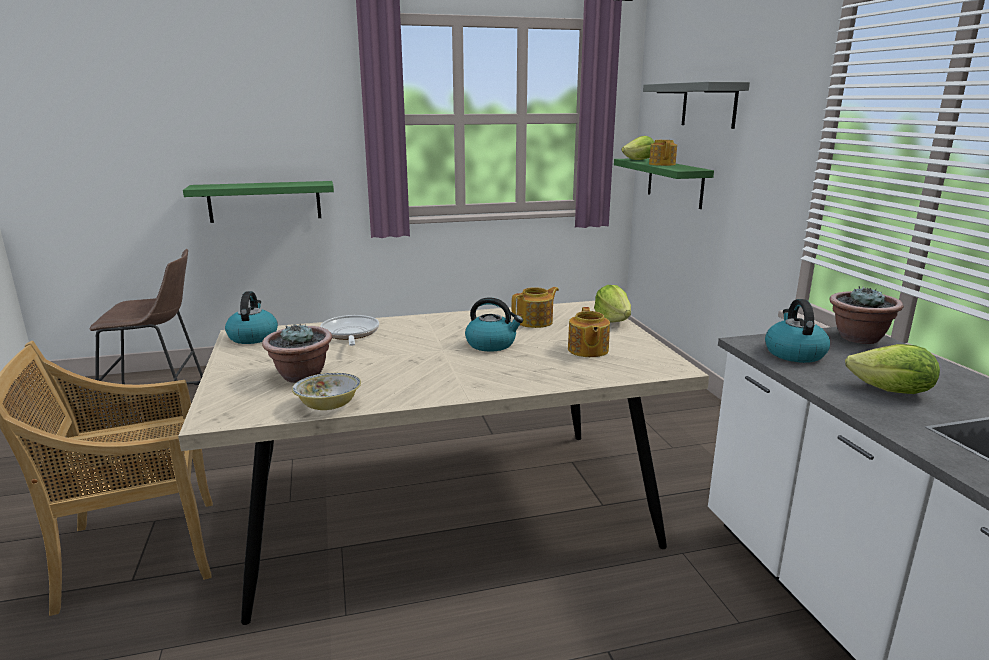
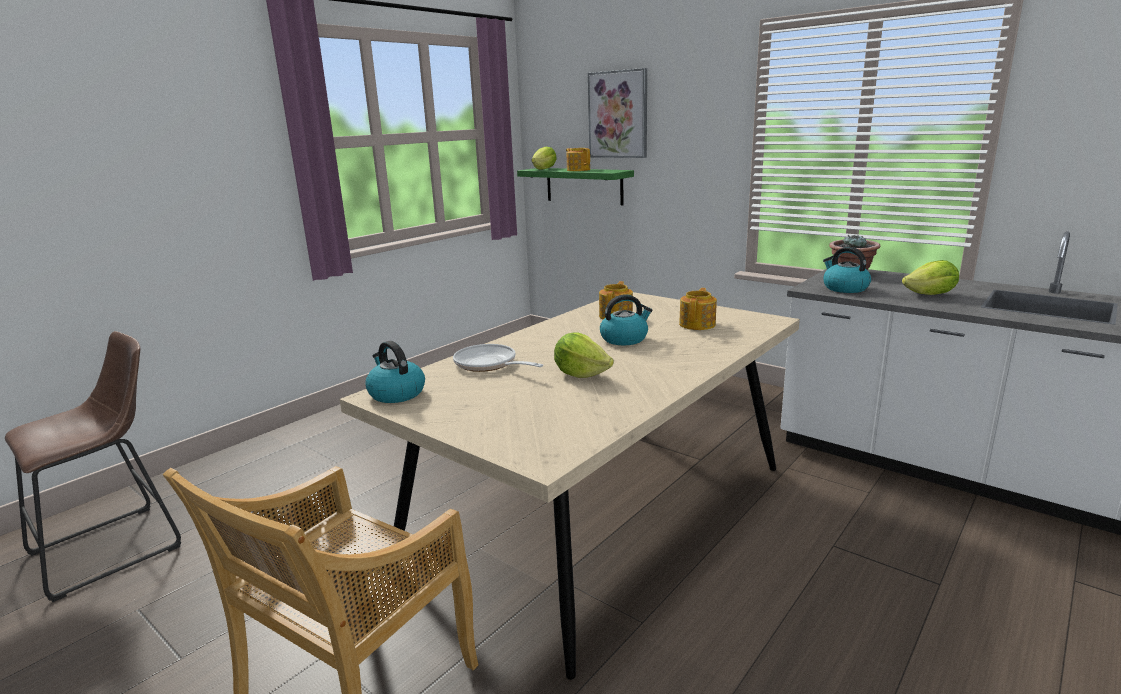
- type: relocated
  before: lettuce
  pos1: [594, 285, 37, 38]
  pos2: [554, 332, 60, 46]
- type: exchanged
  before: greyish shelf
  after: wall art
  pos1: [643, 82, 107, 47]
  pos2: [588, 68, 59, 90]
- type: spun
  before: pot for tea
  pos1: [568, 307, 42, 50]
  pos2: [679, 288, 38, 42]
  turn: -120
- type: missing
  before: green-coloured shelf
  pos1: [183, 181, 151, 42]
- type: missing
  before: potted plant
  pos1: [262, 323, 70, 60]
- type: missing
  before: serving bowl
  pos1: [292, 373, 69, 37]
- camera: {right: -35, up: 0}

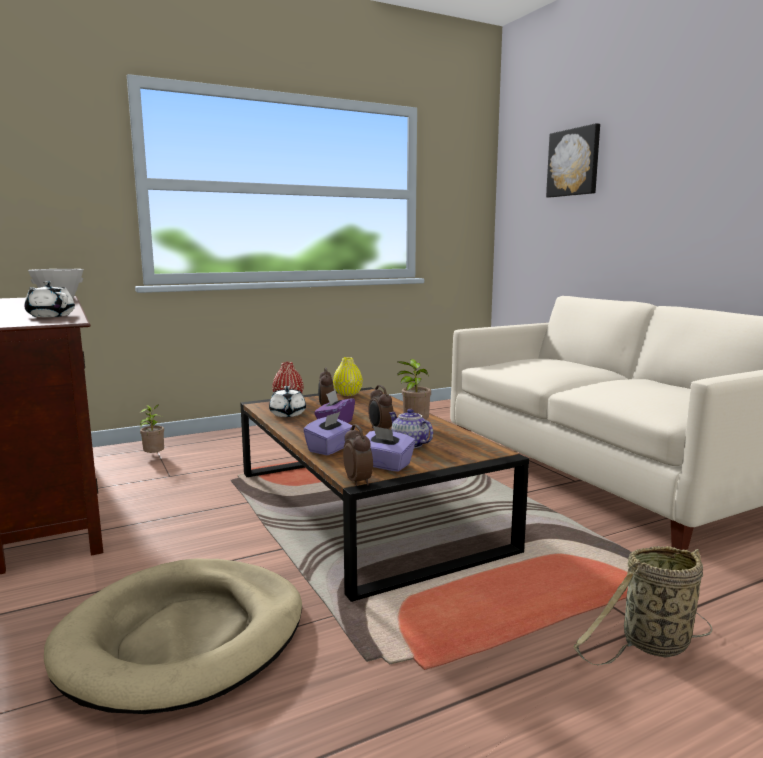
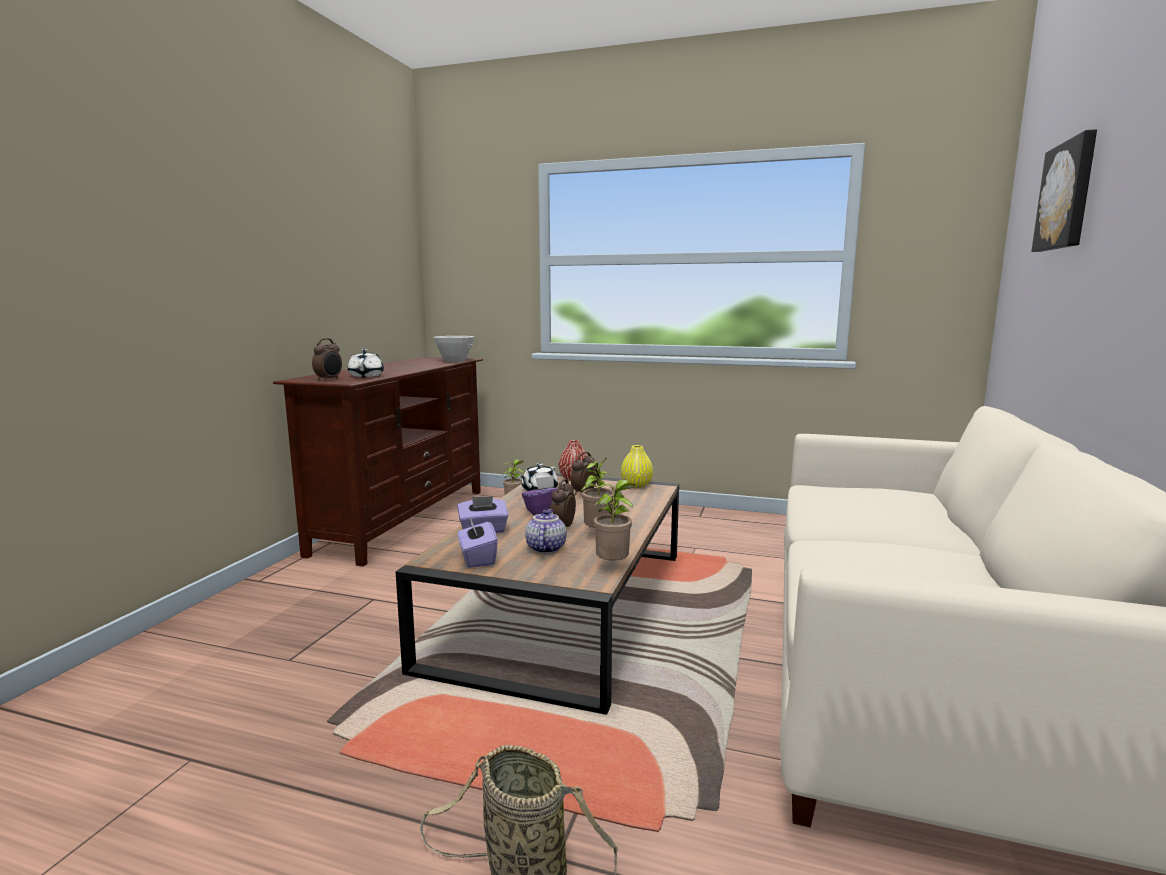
- type: relocated
  before: bedside clock
  pos1: [343, 424, 30, 62]
  pos2: [312, 338, 30, 43]
- type: appeared
  after: potted plant
  pos2: [594, 479, 41, 82]
- type: missing
  before: sand-coloured dog cushion
  pos1: [44, 559, 258, 155]
- camera: {right: 45, up: 0}

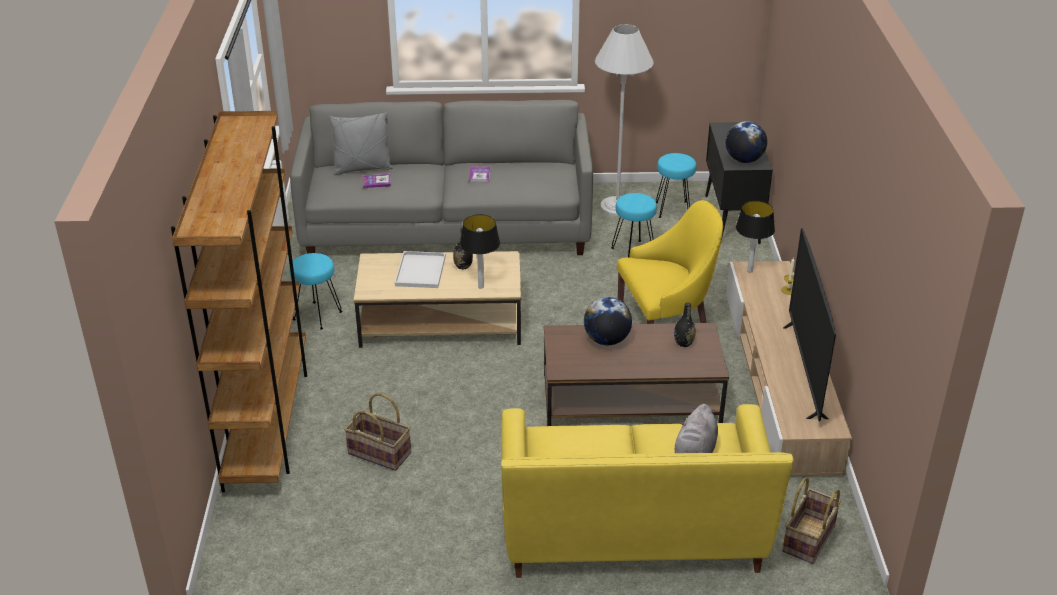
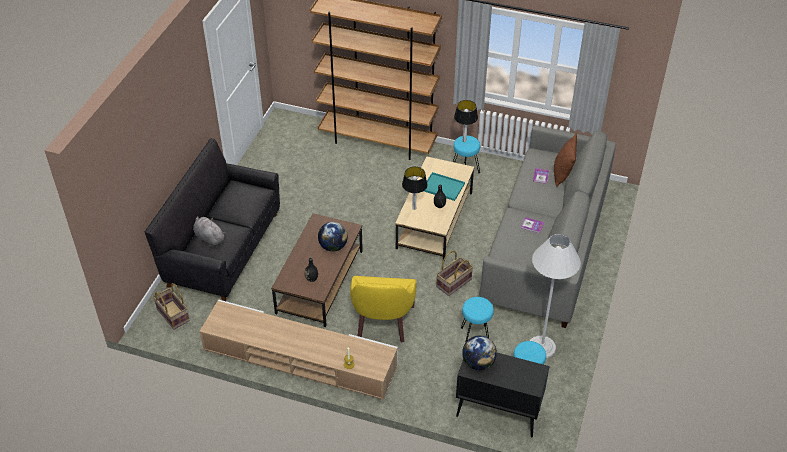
- type: colour
  before: yellow settee
  after: blackish settee
  pos1: [501, 404, 293, 174]
  pos2: [145, 138, 135, 163]
- type: colour
  before: white-coloured carrying tray
  after: blue-green carrying tray
  pos1: [395, 251, 51, 37]
  pos2: [424, 172, 41, 29]
- type: relocated
  before: basket
  pos1: [344, 393, 67, 78]
  pos2: [436, 251, 37, 45]
- type: relocated
  before: lamp for a table
  pos1: [736, 201, 39, 72]
  pos2: [454, 100, 24, 42]
- type: colour
  before: greyish cushion
  after: brownish cushion
  pos1: [329, 112, 64, 63]
  pos2: [554, 133, 23, 54]
- type: missing
  before: TV
  pos1: [783, 228, 53, 194]
- camera: {right: 110, up: 10}

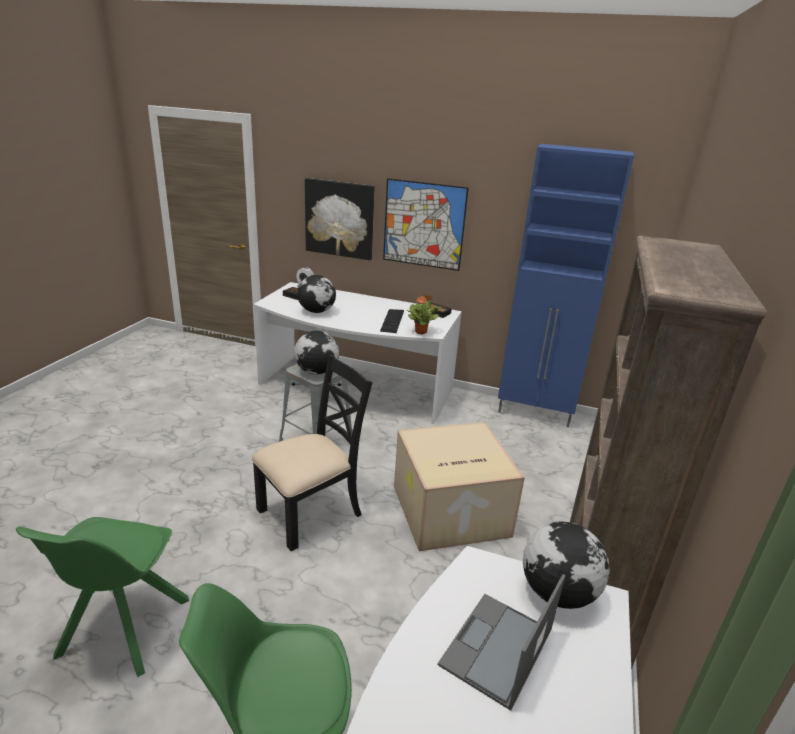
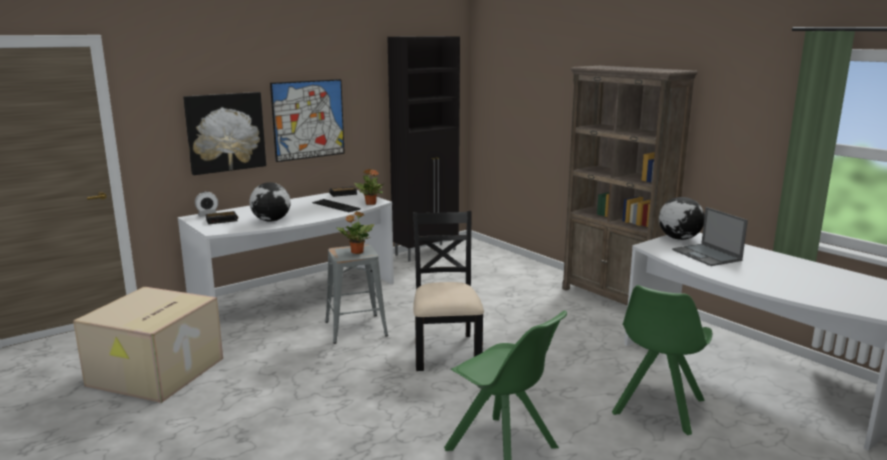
- type: relocated
  before: cardboard box
  pos1: [394, 422, 131, 129]
  pos2: [73, 287, 150, 116]
- type: exchanged
  before: desk globe
  after: potted plant
  pos1: [294, 331, 45, 43]
  pos2: [337, 211, 37, 43]
- type: colour
  before: bluish cabinet
  after: blackish cabinet
  pos1: [498, 144, 136, 283]
  pos2: [387, 36, 73, 226]
- camera: {right: -55, up: -10}

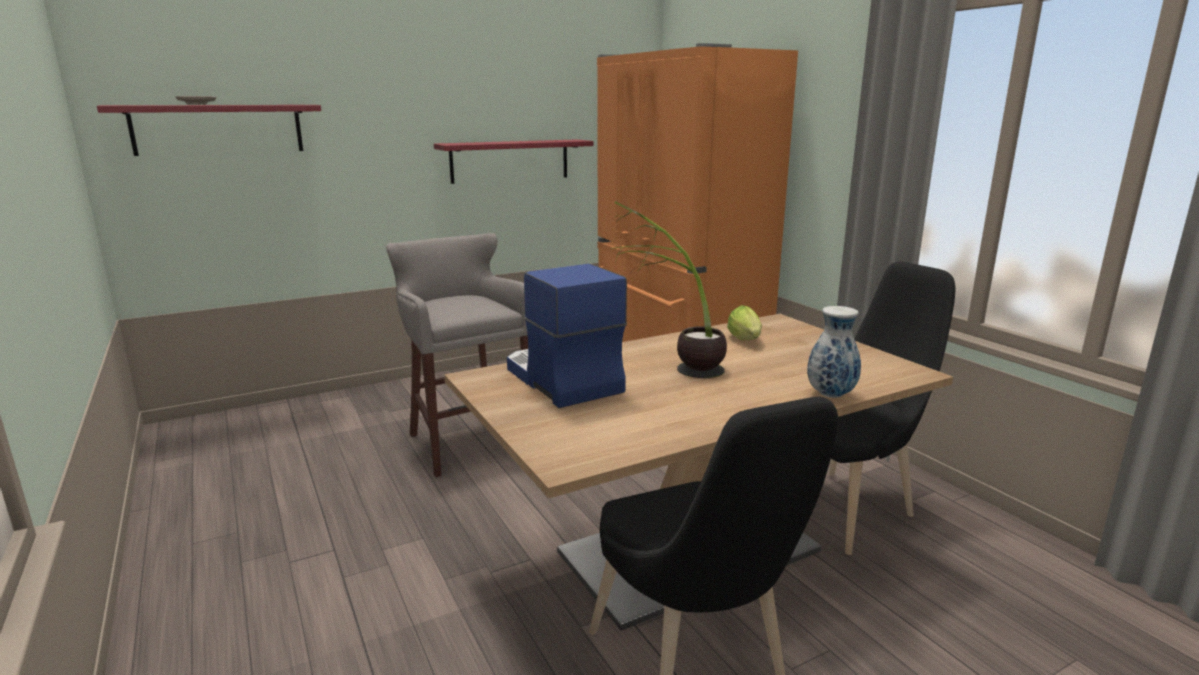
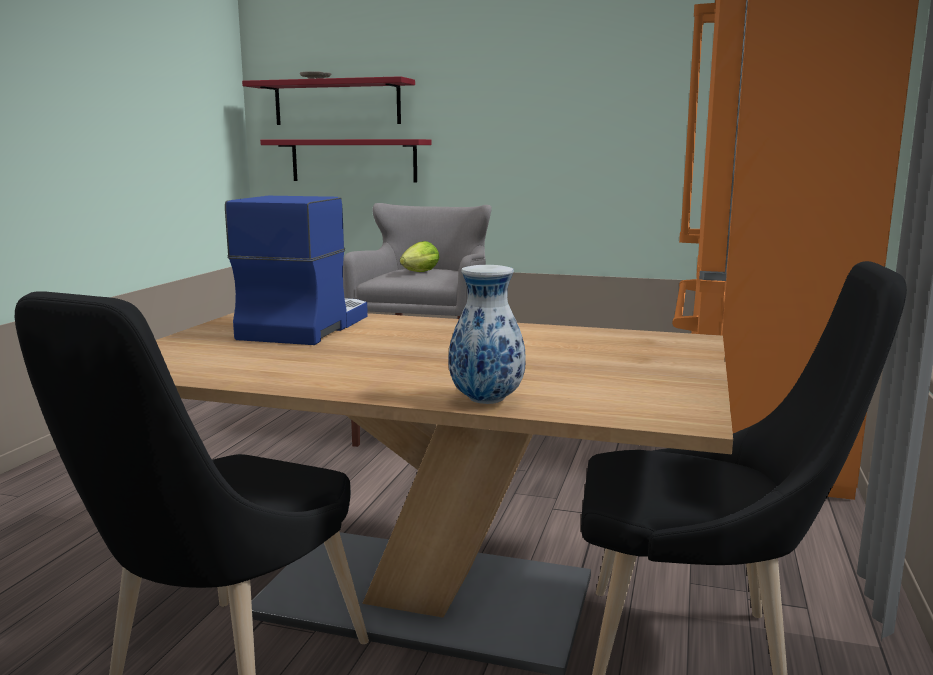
- type: relocated
  before: reddish shelf
  pos1: [434, 139, 160, 45]
  pos2: [260, 139, 172, 43]
- type: relocated
  before: lettuce
  pos1: [727, 305, 35, 35]
  pos2: [400, 241, 40, 31]
- type: missing
  before: potted plant
  pos1: [611, 201, 116, 177]
- camera: {right: 45, up: -5}

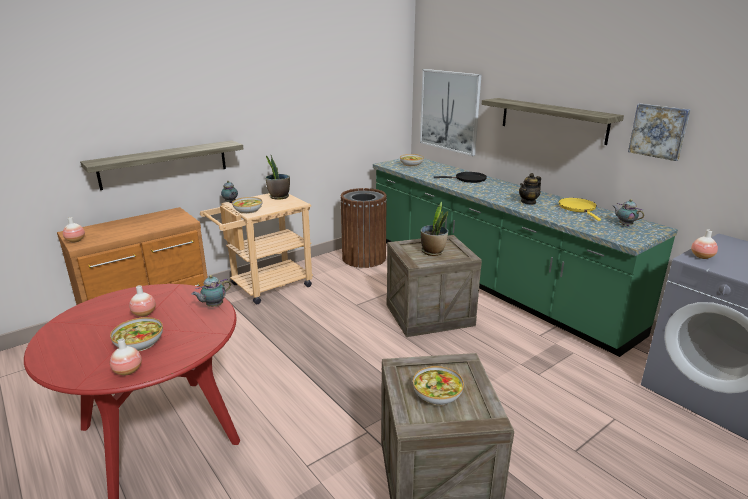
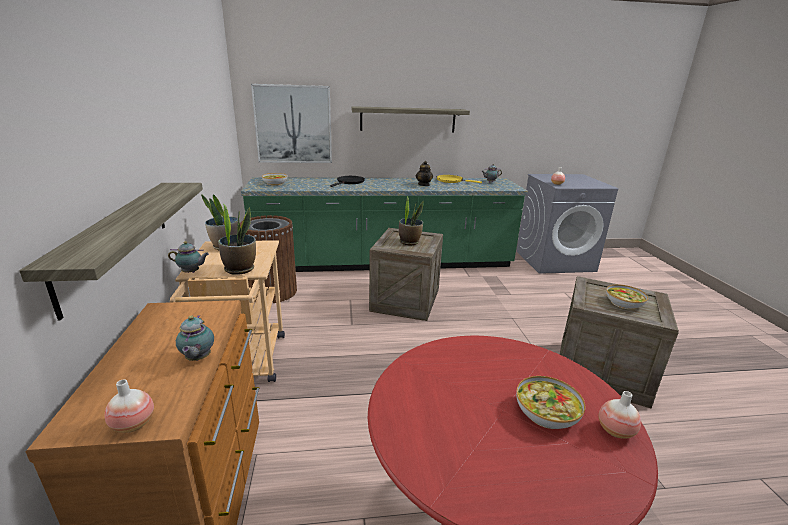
- type: relocated
  before: pot for tea
  pos1: [192, 275, 39, 32]
  pos2: [176, 315, 38, 46]
- type: exchanged
  before: serving bowl
  after: potted plant
  pos1: [232, 197, 30, 17]
  pos2: [218, 203, 38, 72]
- type: missing
  before: flower vase
  pos1: [129, 285, 27, 32]
- type: missing
  before: wall art
  pos1: [628, 104, 63, 57]
- camera: {right: -60, up: 0}

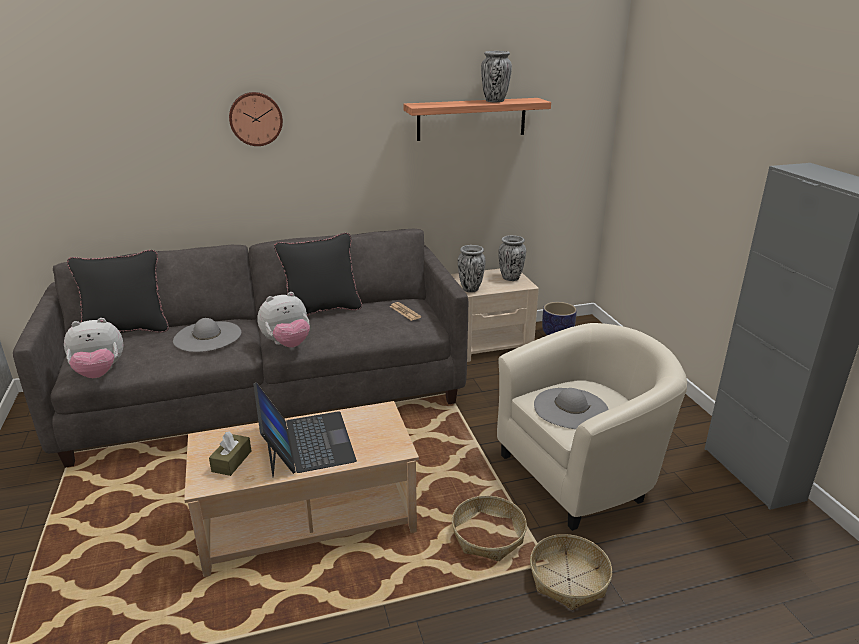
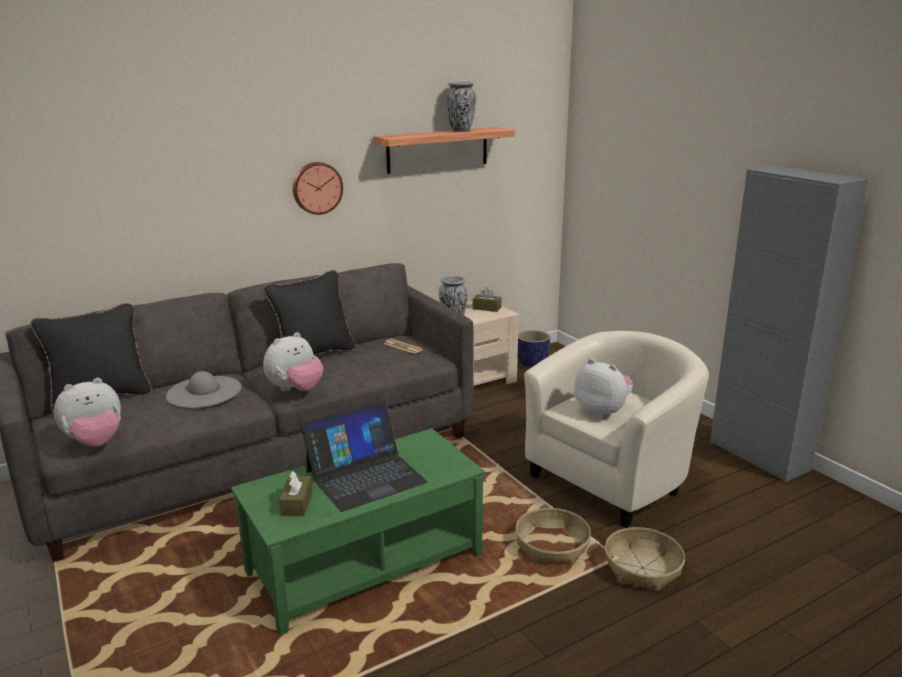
- type: colour
  before: sand-coloured low table
  after: green-coloured low table
  pos1: [184, 401, 235, 176]
  pos2: [231, 428, 255, 207]
- type: relocated
  before: hanging clock
  pos1: [229, 92, 54, 54]
  pos2: [293, 162, 50, 53]
- type: spun
  before: laptop
  pos1: [253, 382, 104, 95]
  pos2: [301, 400, 127, 112]
  turn: 90
- type: exchanged
  before: flower vase
  after: brownish box of tissues
  pos1: [499, 235, 27, 46]
  pos2: [473, 287, 29, 25]
- type: exchanged
  before: greyish hat
  after: soft toy
  pos1: [534, 388, 75, 41]
  pos2: [574, 359, 59, 60]
- camera: {right: -15, up: -5}

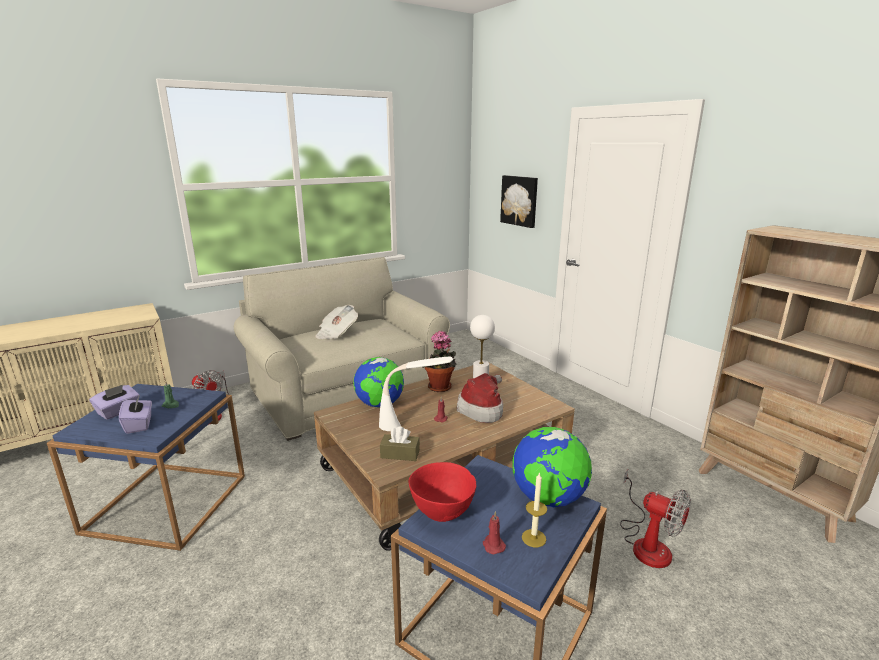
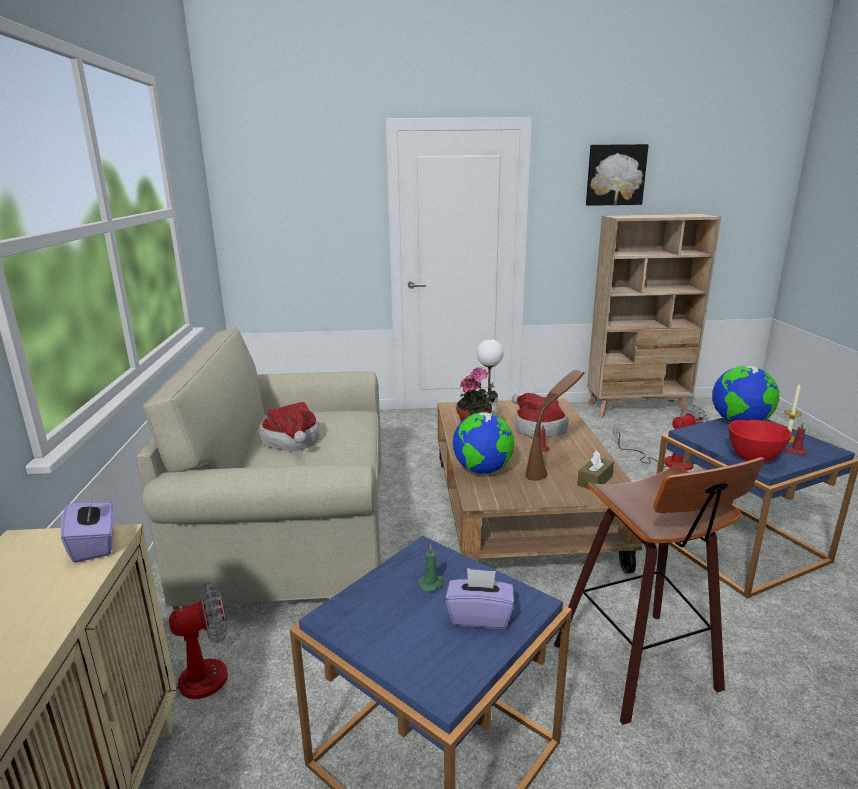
- type: relocated
  before: purple-coloured box of tissues
  pos1: [89, 385, 51, 35]
  pos2: [61, 493, 53, 70]
- type: exchanged
  before: printed paper
  after: hat
  pos1: [315, 305, 43, 34]
  pos2: [259, 402, 60, 49]
- type: colour
  before: white-coloured lamp for a table
  after: brownish lamp for a table
  pos1: [379, 356, 74, 75]
  pos2: [526, 370, 58, 111]
- type: appeared
  after: stool seat
  pos2: [554, 457, 211, 268]
- type: relocated
  before: wall art
  pos1: [500, 175, 38, 53]
  pos2: [586, 144, 63, 62]
- camera: {right: -60, up: 0}

